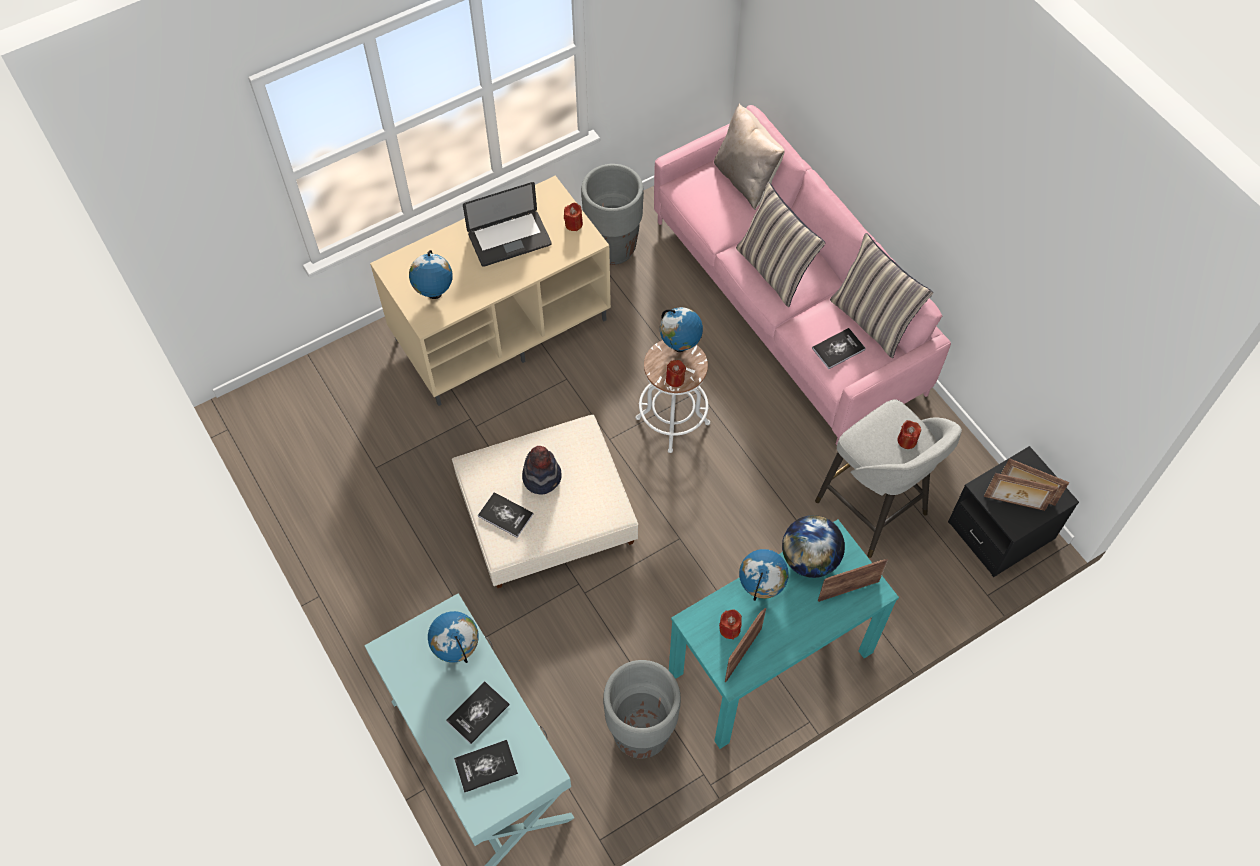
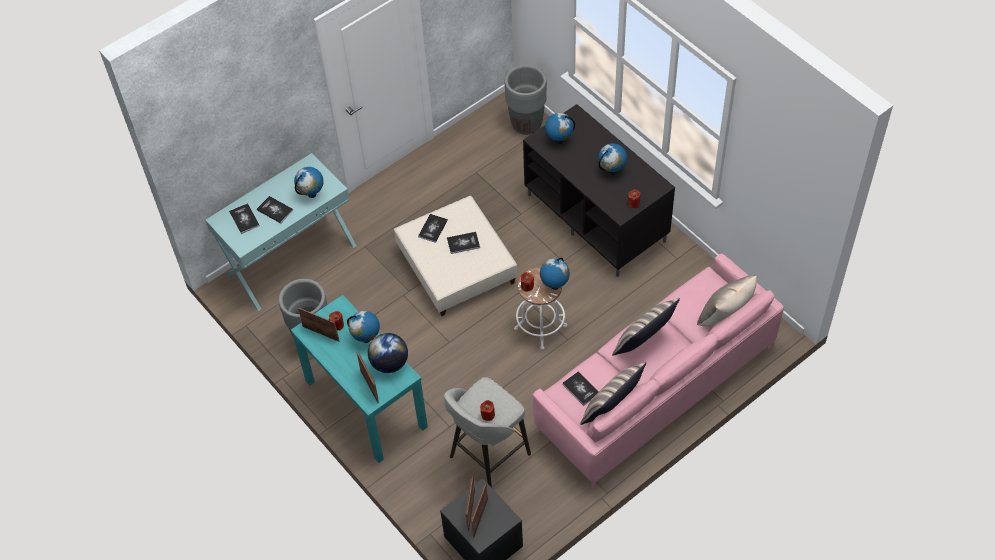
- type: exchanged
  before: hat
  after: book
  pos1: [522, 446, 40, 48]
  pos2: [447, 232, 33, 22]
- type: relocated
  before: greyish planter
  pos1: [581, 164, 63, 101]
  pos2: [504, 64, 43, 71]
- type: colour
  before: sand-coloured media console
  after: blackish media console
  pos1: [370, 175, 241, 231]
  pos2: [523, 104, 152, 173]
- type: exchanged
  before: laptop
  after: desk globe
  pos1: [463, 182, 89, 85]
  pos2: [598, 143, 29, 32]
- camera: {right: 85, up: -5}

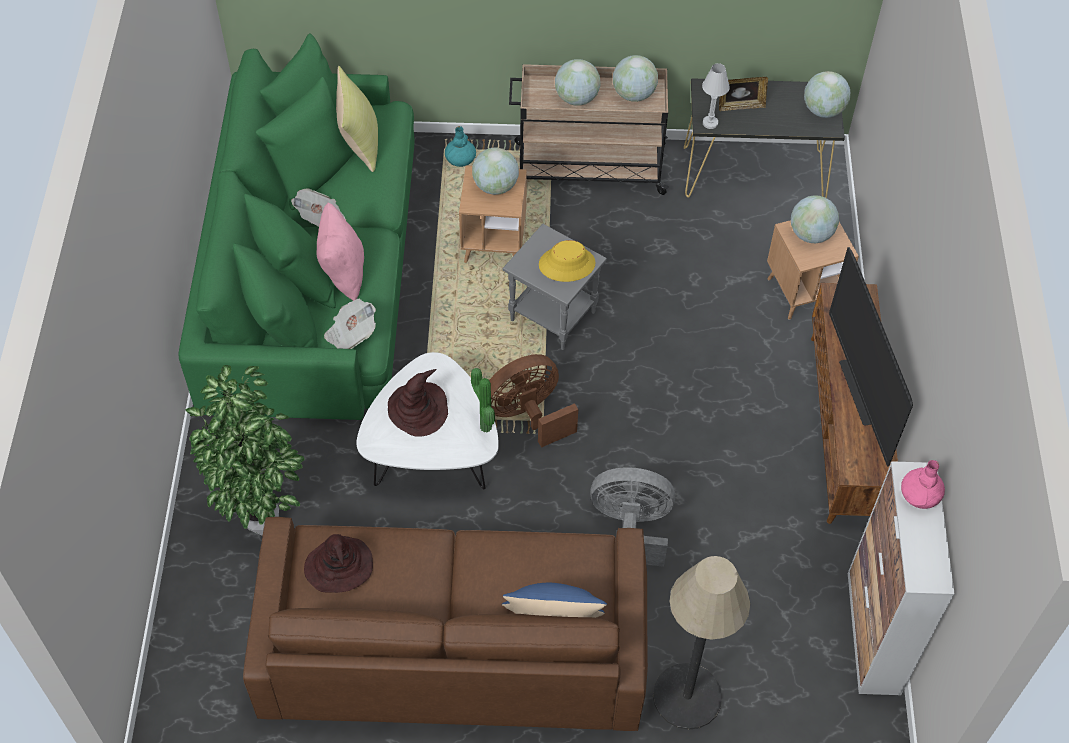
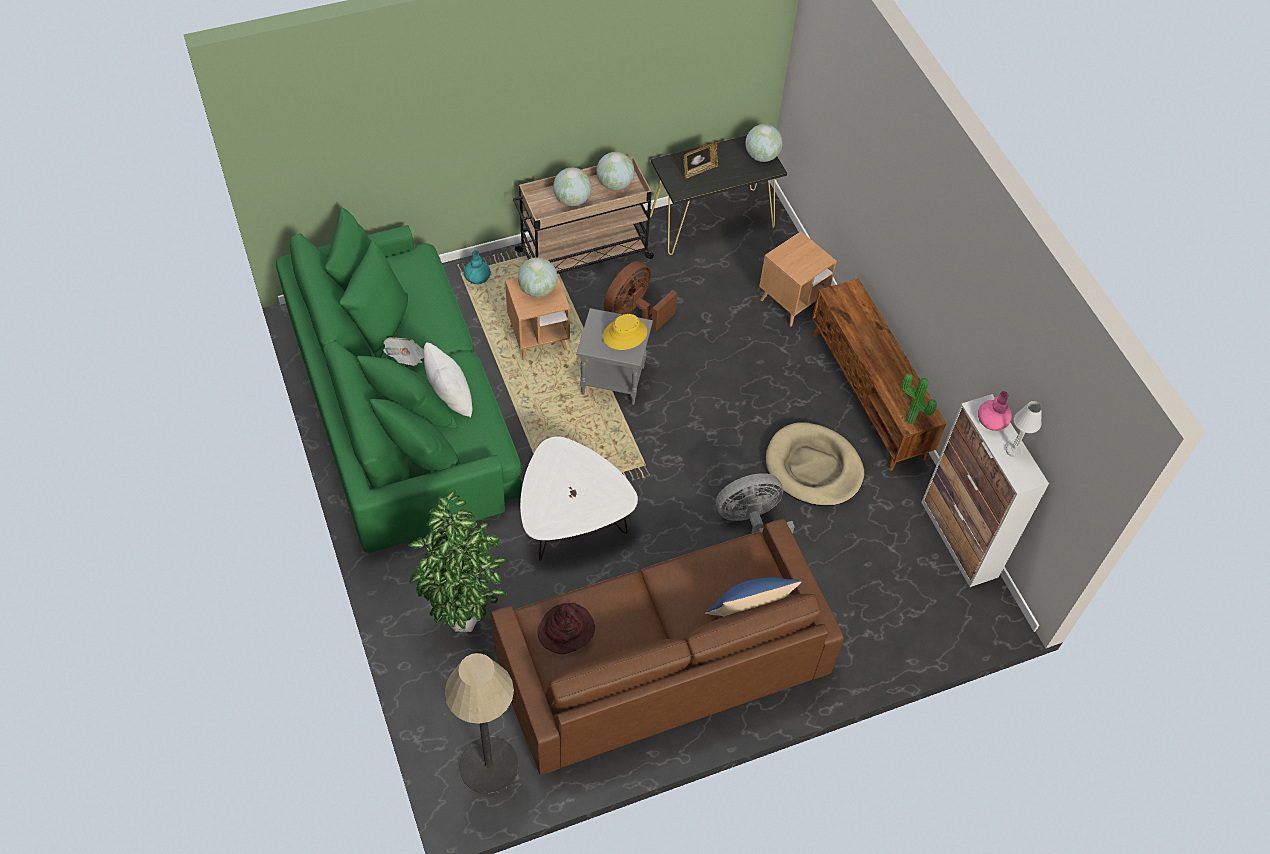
- type: colour
  before: pink cushion
  after: white-coloured cushion
  pos1: [316, 202, 48, 99]
  pos2: [423, 342, 49, 76]
- type: relocated
  before: standing lamp
  pos1: [653, 556, 97, 174]
  pos2: [445, 653, 74, 141]
- type: relocated
  before: brownish cooling fan
  pos1: [489, 354, 89, 94]
  pos2: [604, 261, 73, 71]
- type: appeared
  after: sand-coloured dog cushion
  pos2: [766, 422, 98, 84]
- type: relocated
  before: potted plant
  pos1: [471, 368, 24, 64]
  pos2: [901, 373, 36, 51]
- type: relocated
  before: white-coloured lamp for a table
  pos1: [702, 63, 28, 66]
  pos2: [1006, 401, 36, 56]
- type: missing
  before: printed paper
  pos1: [324, 299, 52, 50]
- type: missing
  before: yellow cushion
  pos1: [336, 66, 42, 106]
- type: missing
  before: brownish hat
  pos1: [388, 369, 60, 68]
- type: missing
  before: desk globe
  pos1: [791, 195, 48, 48]
- type: missing
  before: TV
  pos1: [829, 247, 84, 220]
- camera: {right: -25, up: 0}

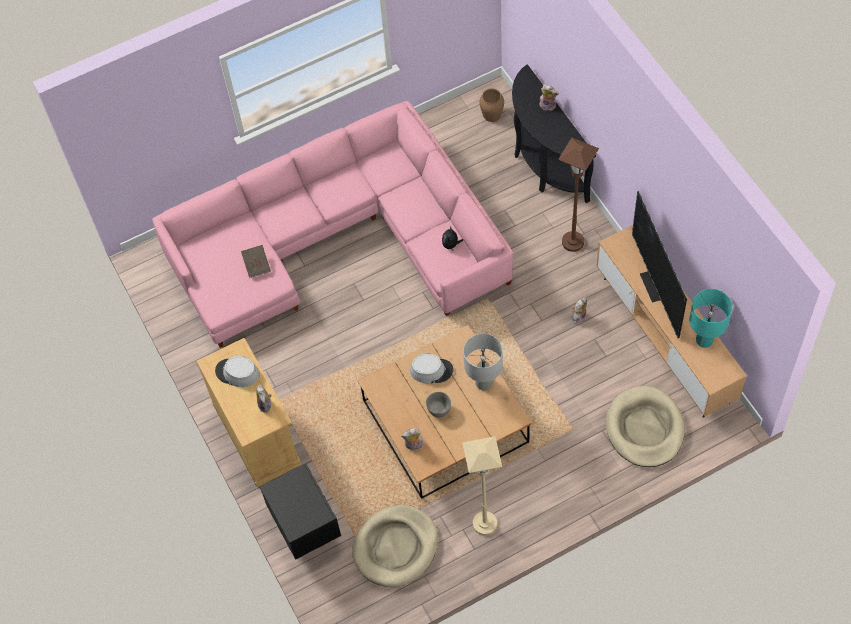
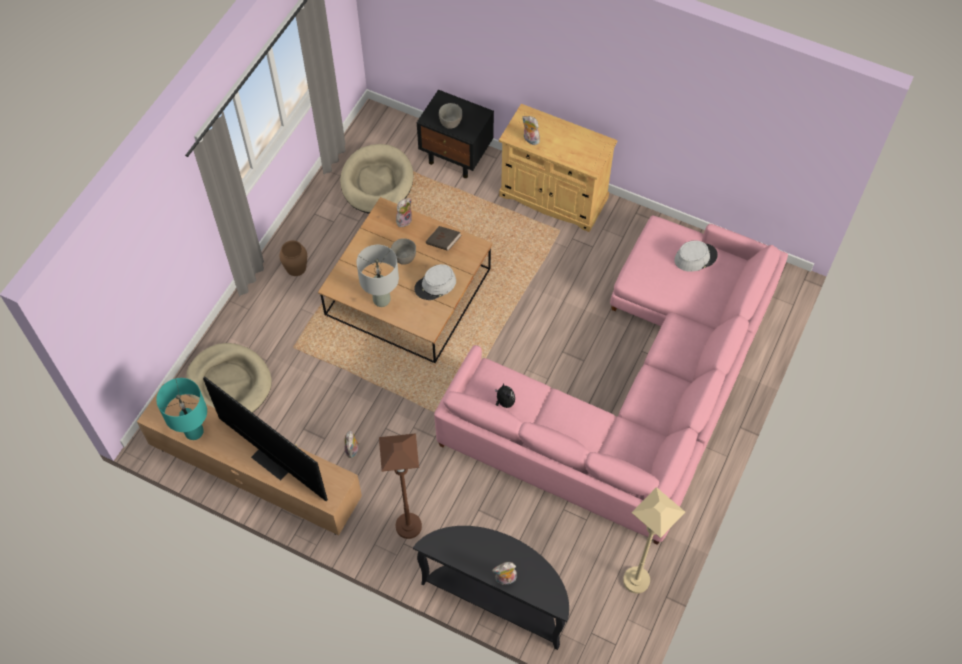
- type: relocated
  before: brownish flower vase
  pos1: [479, 88, 25, 34]
  pos2: [280, 240, 27, 36]
- type: relocated
  before: brownish book
  pos1: [241, 245, 30, 33]
  pos2: [426, 226, 36, 25]
- type: appeared
  after: greyish serving bowl
  pos2: [439, 103, 23, 26]
- type: relocated
  before: sand-coloured standing lamp
  pos1: [462, 436, 40, 100]
  pos2: [623, 487, 62, 107]
- type: relocated
  before: greyish hat
  pos1: [215, 356, 44, 31]
  pos2: [674, 240, 44, 32]
- camera: {right: 140, up: 0}

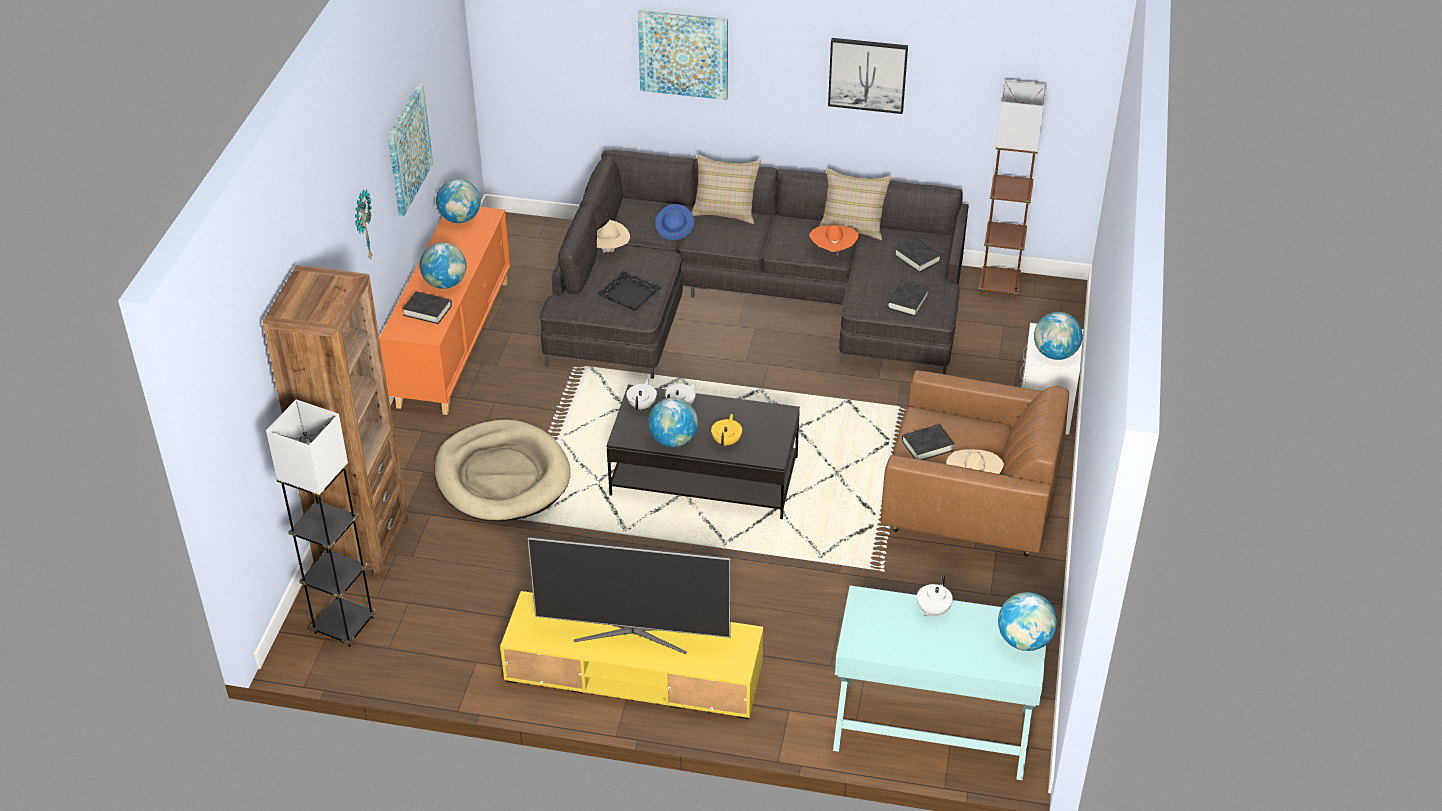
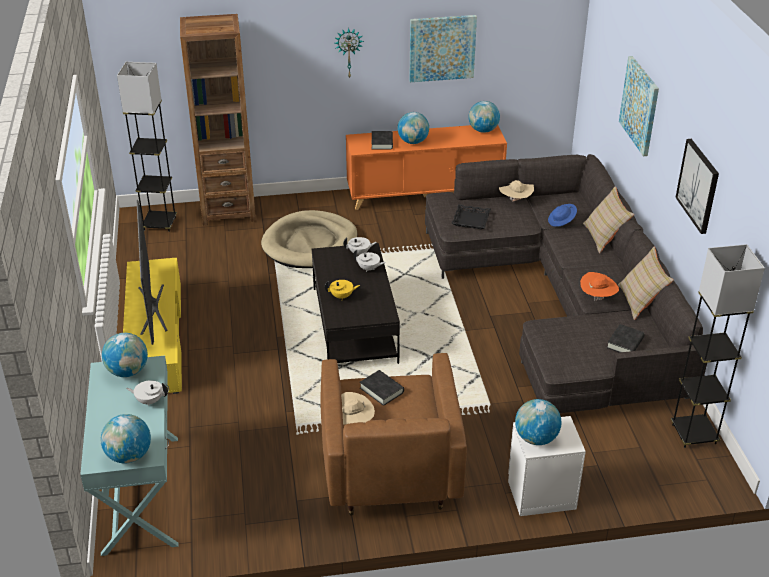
- type: relocated
  before: desk globe
  pos1: [648, 397, 50, 50]
  pos2: [102, 333, 46, 44]
- type: colour
  before: brownish standing lamp
  after: greyish standing lamp
  pos1: [979, 80, 67, 219]
  pos2: [671, 244, 94, 204]
- type: missing
  before: blackish book
  pos1: [887, 281, 42, 35]
- camera: {right: 70, up: -5}

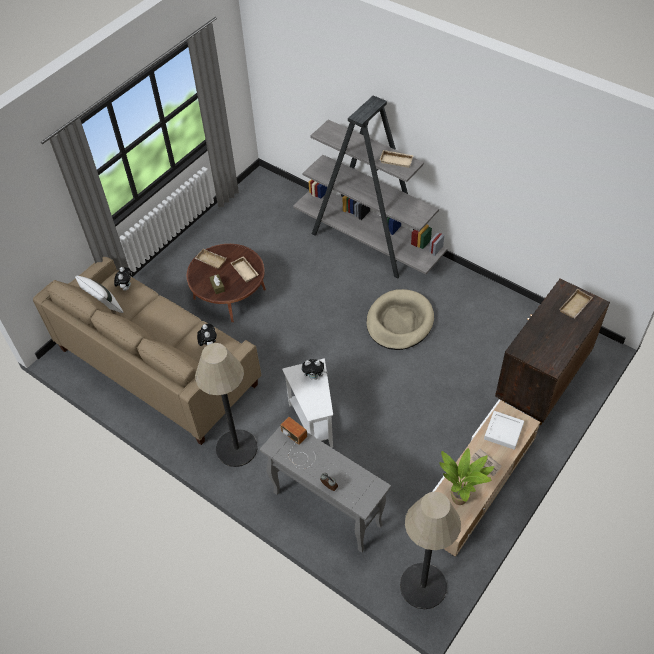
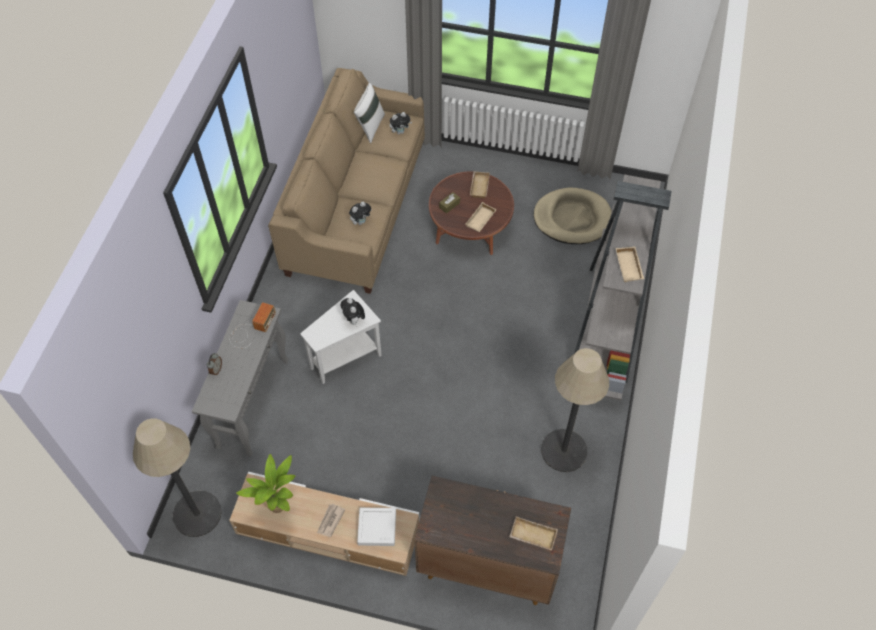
- type: relocated
  before: sand-coloured dog cushion
  pos1: [366, 289, 68, 61]
  pos2: [533, 188, 79, 56]
- type: relocated
  before: standing lamp
  pos1: [195, 343, 63, 124]
  pos2: [541, 348, 68, 124]
- camera: {right: 65, up: 5}

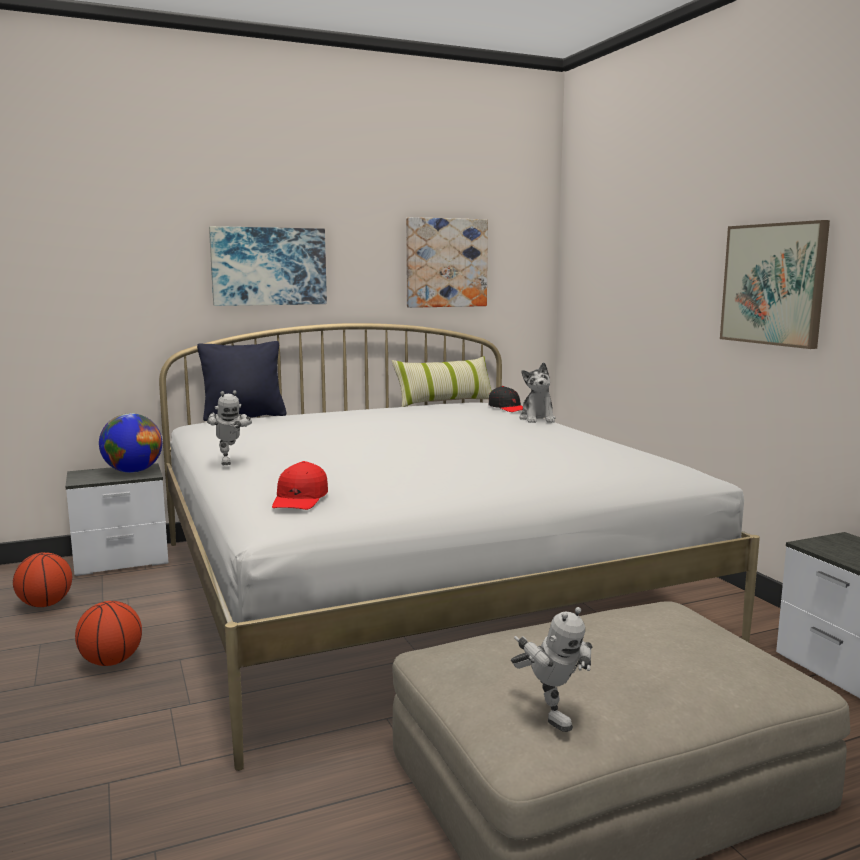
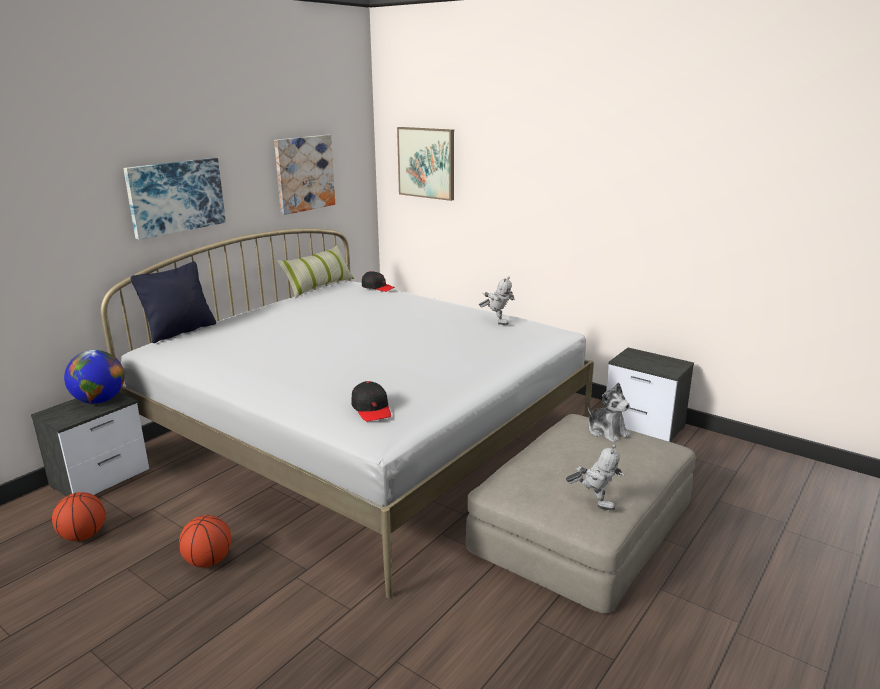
- type: colour
  before: reddish baseball cap
  after: blackish baseball cap
  pos1: [272, 461, 56, 49]
  pos2: [352, 381, 39, 41]
- type: relocated
  before: wall art
  pos1: [720, 220, 110, 129]
  pos2: [397, 127, 57, 74]
- type: relocated
  before: model robot
  pos1: [207, 390, 45, 75]
  pos2: [479, 276, 36, 49]
- type: relocated
  before: soft toy
  pos1: [519, 362, 37, 61]
  pos2: [587, 382, 43, 60]
- camera: {right: -30, up: 10}

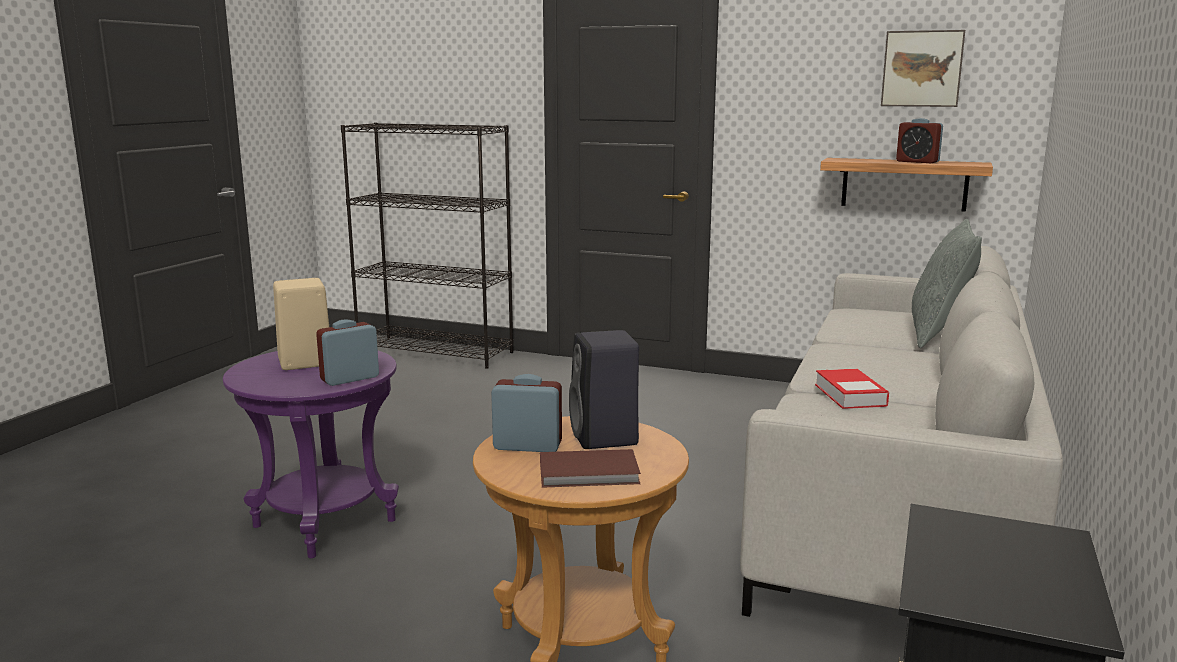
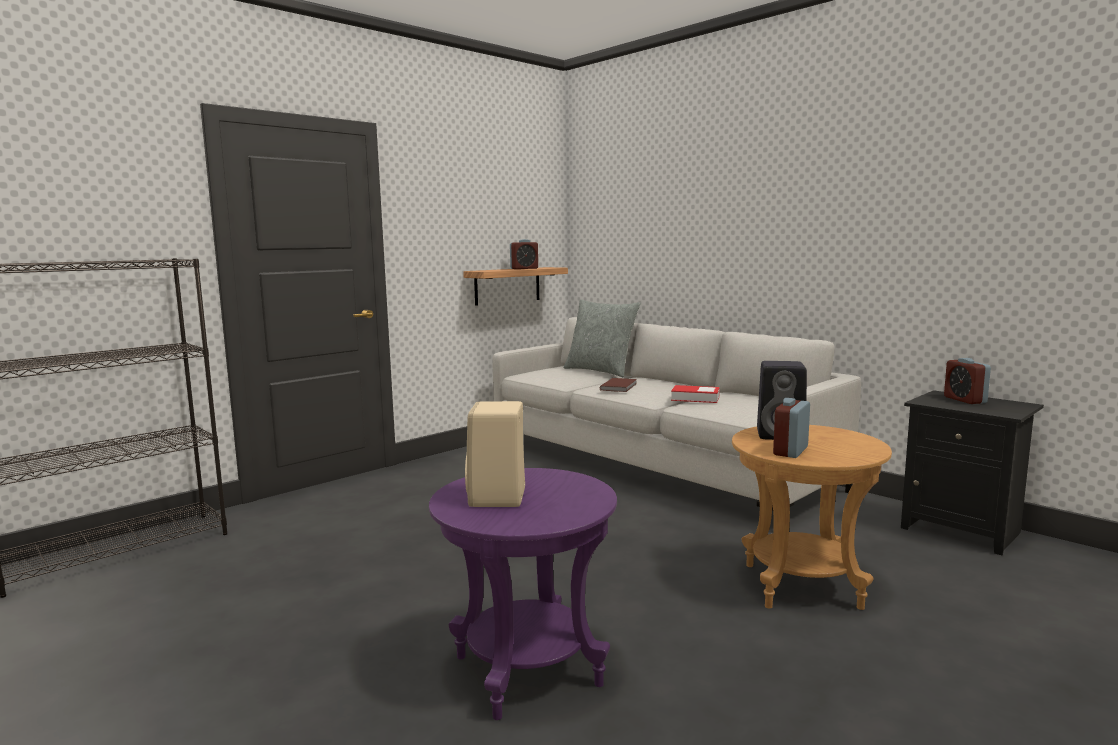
- type: relocated
  before: brownish book
  pos1: [540, 449, 101, 39]
  pos2: [600, 378, 37, 14]
- type: relocated
  before: bedside clock
  pos1: [316, 320, 63, 66]
  pos2: [944, 358, 47, 46]
- type: missing
  before: wall art
  pos1: [881, 30, 84, 77]
- camera: {right: -65, up: -5}

